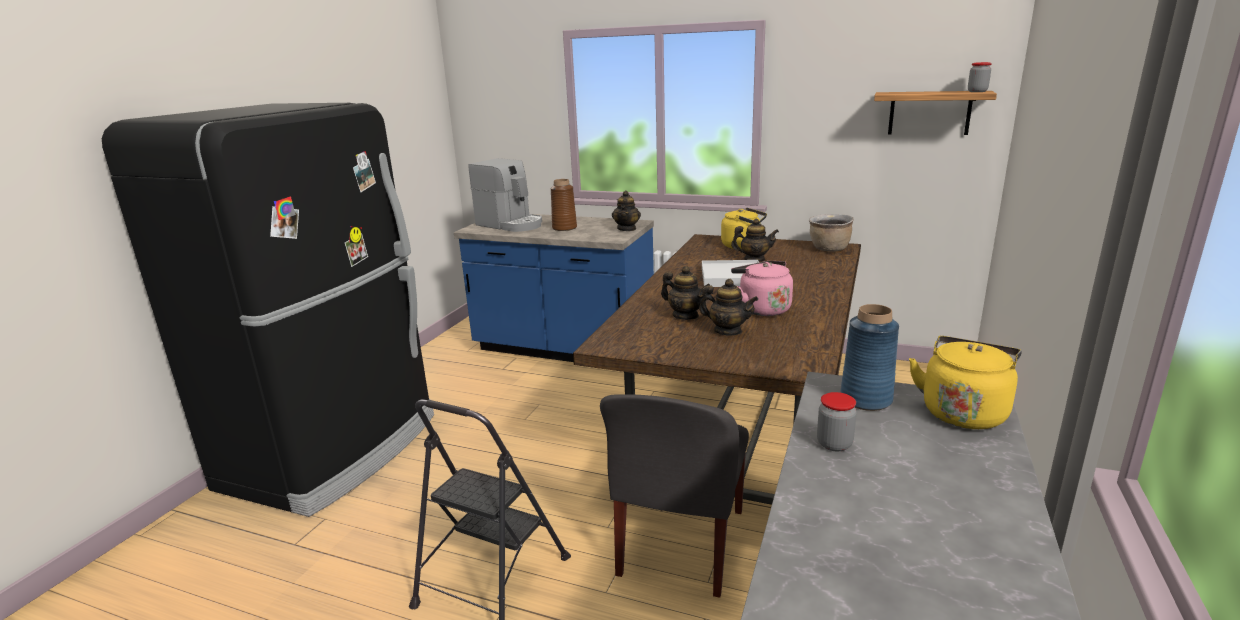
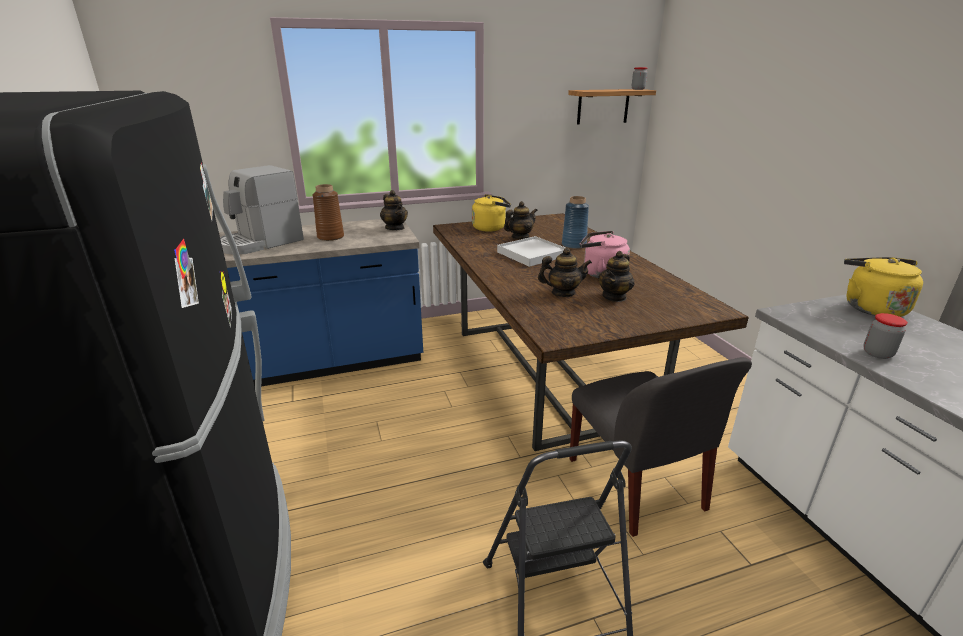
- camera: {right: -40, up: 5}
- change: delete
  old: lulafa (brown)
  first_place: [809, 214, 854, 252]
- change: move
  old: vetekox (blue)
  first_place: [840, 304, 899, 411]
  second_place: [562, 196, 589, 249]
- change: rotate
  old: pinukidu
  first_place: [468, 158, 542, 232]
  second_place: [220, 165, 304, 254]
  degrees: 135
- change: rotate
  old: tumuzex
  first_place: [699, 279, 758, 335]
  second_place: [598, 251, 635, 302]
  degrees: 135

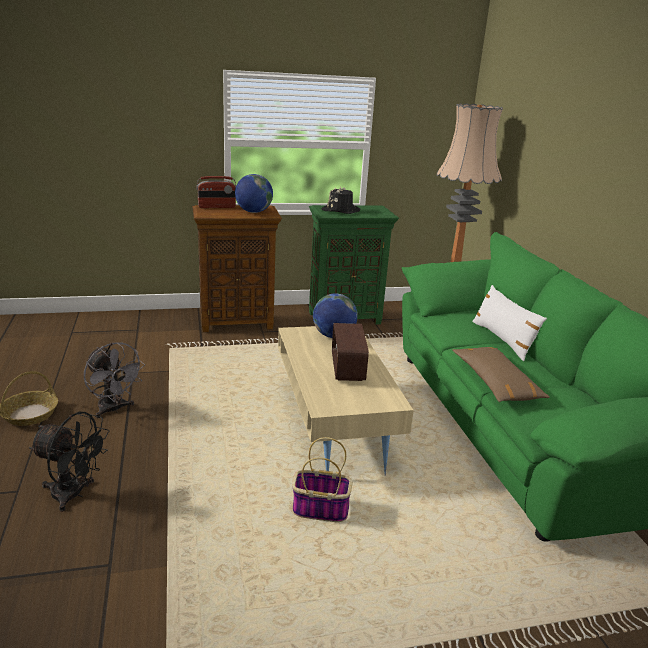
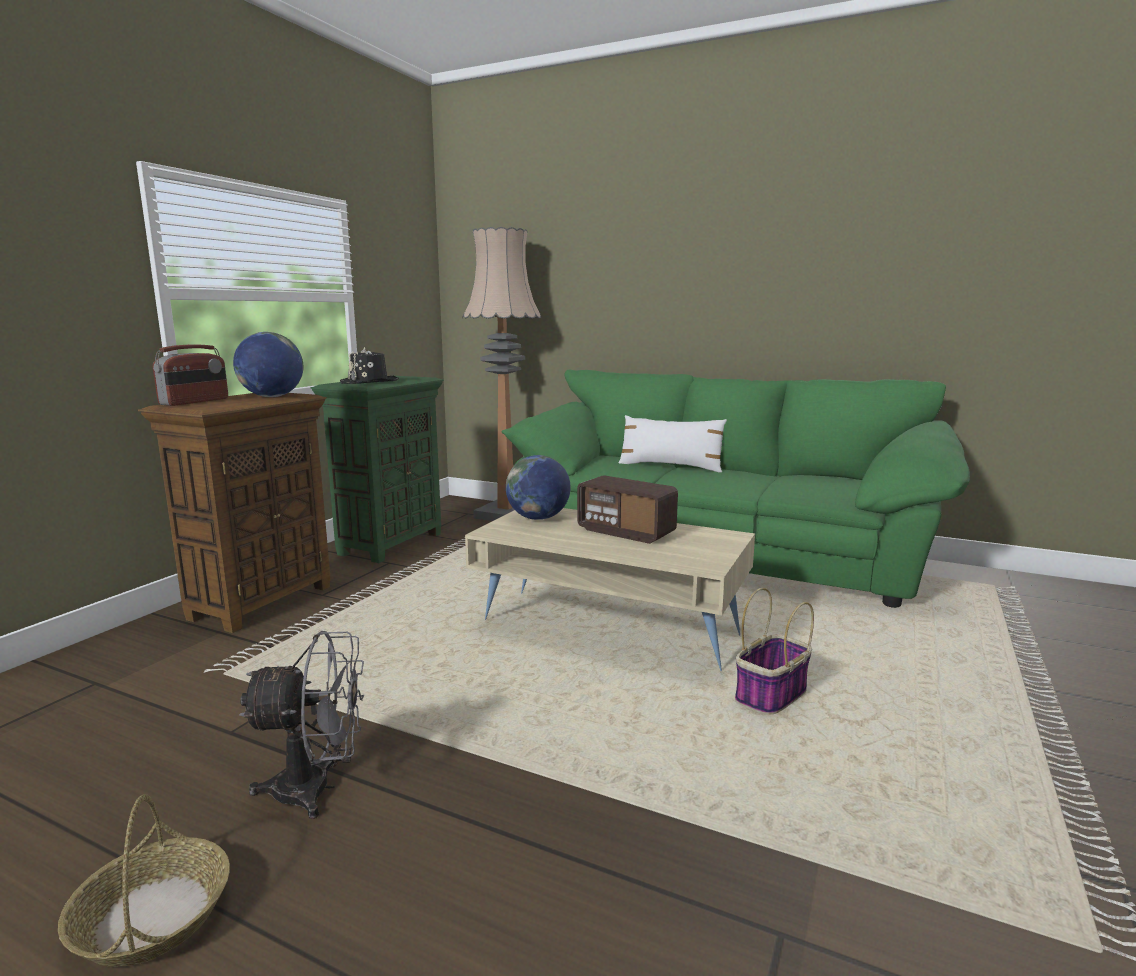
- camera: {right: -50, up: -10}
- change: delete
  old: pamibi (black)
  first_place: [29, 412, 109, 512]
- change: delete
  old: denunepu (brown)
  first_place: [452, 347, 550, 402]

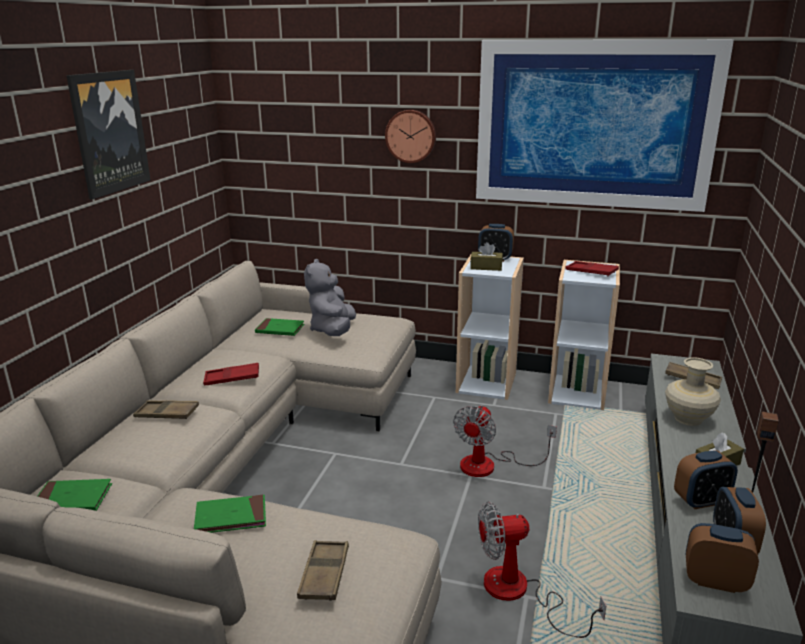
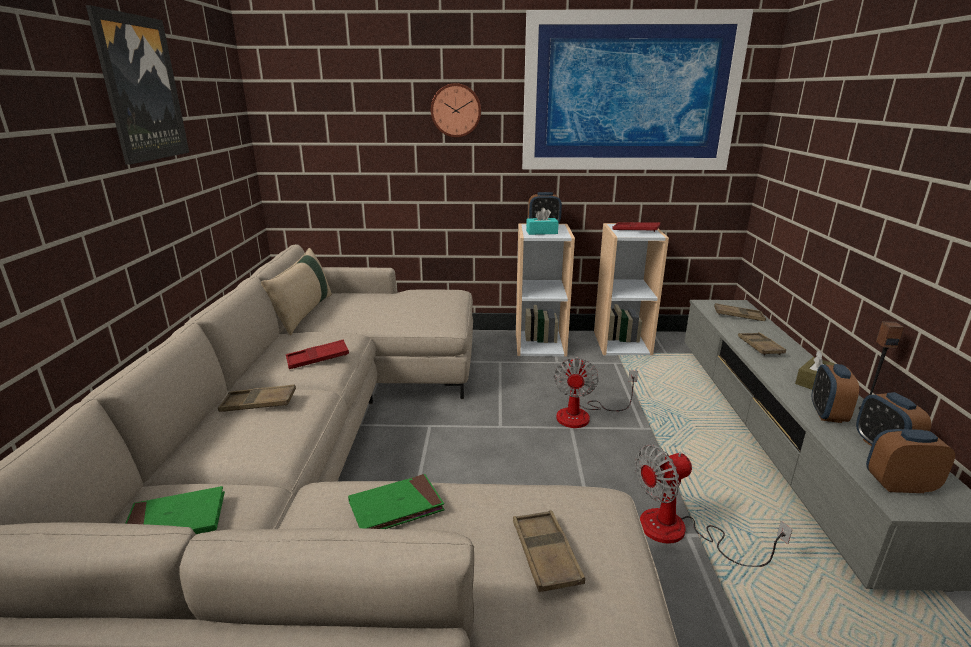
- camera: {right: -15, up: 0}
- change: delete
  old: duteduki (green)
  first_place: [255, 318, 305, 336]
- change: delete
  old: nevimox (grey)
  first_place: [304, 259, 356, 336]
- change: insert
  new: denunepu (beige)
  second_place: [261, 248, 332, 336]
- change: replace
  old: vetekox (beige)
  new: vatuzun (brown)
  first_place: [665, 357, 721, 426]
  second_place: [738, 332, 786, 355]
- change: recolor
  old: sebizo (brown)
  new: sebizo (turquoise)
  first_place: [470, 242, 503, 271]
  second_place: [526, 208, 559, 235]
- change: rotate
  old: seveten
  first_place: [674, 451, 738, 509]
  second_place: [812, 364, 859, 423]
  degrees: 135

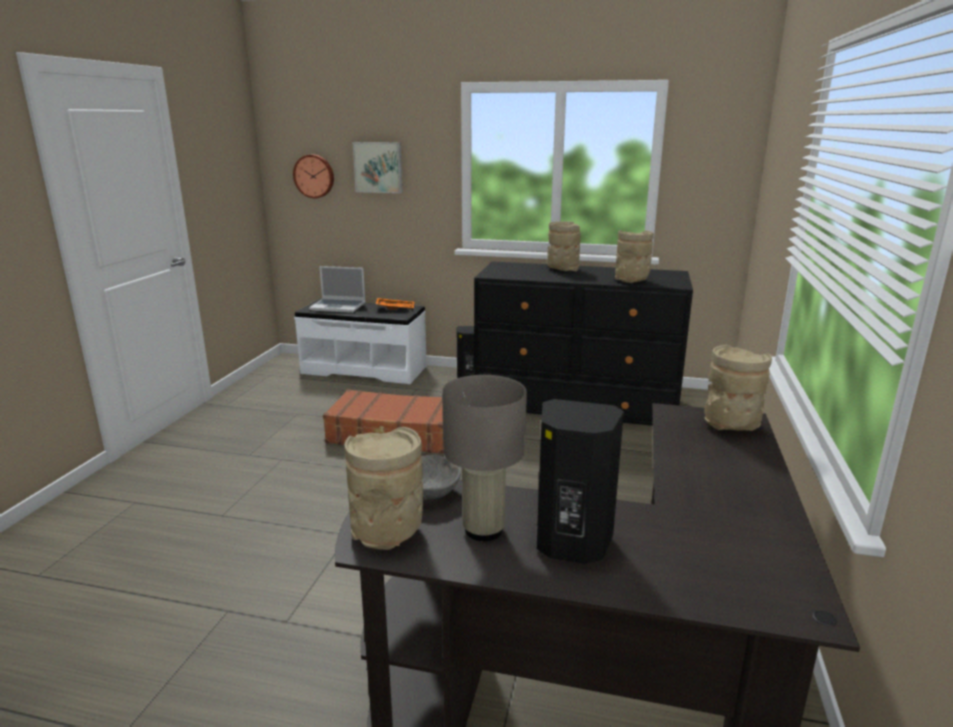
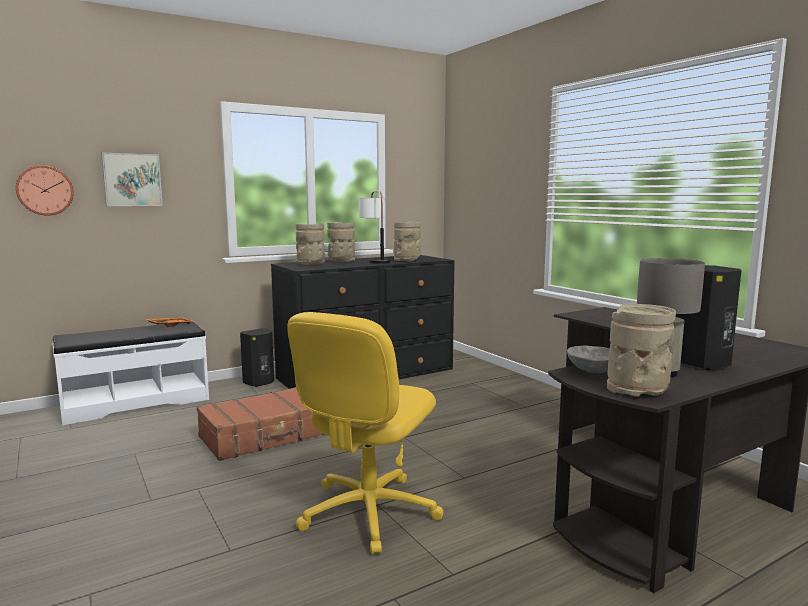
- camera: {right: -45, up: -10}
- change: delete
  old: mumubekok
  first_place: [309, 266, 366, 313]
- change: insert
  new: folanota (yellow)
  second_place: [287, 312, 443, 554]
- change: insert
  new: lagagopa
  second_place: [359, 191, 390, 264]
- change: move
  old: vetekox (beige)
  first_place: [704, 345, 772, 431]
  second_place: [295, 223, 325, 265]

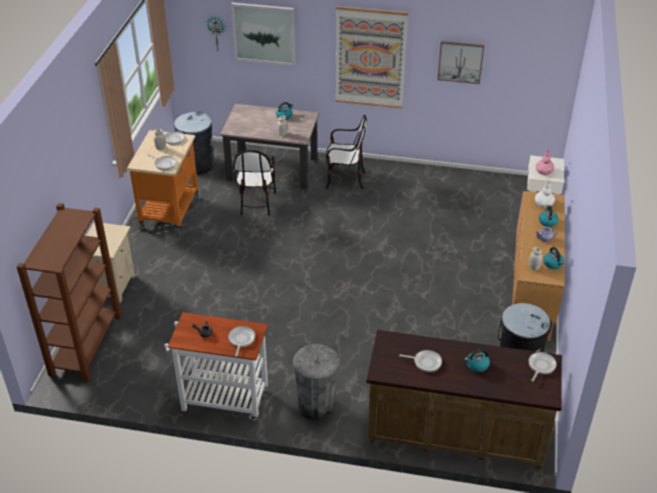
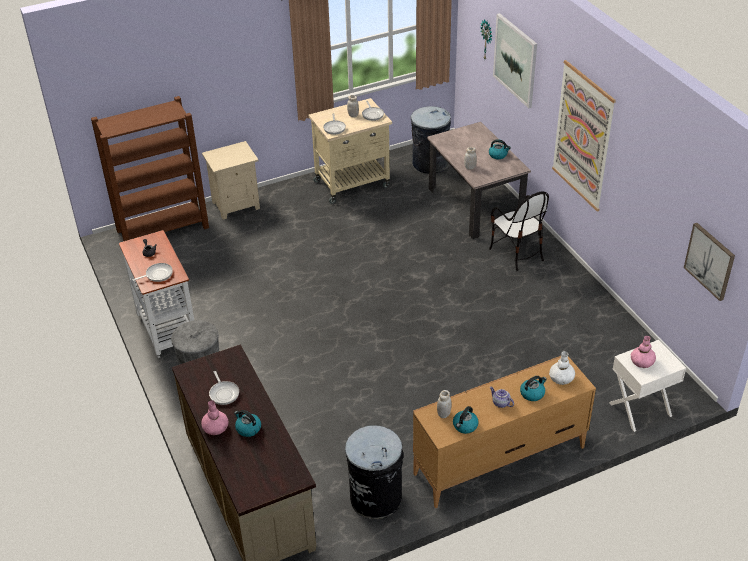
- camera: {right: 55, up: 0}
- change: delete
  old: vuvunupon
  first_place: [234, 150, 276, 216]
- change: delete
  old: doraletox
  first_place: [529, 352, 557, 381]
- change: insert
  new: vetekox (pink)
  second_place: [201, 400, 229, 435]
- change: move
  old: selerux
  first_place: [438, 41, 484, 84]
  second_place: [684, 223, 735, 301]
- change: recolor
  old: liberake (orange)
  new: liberake (beige)
  first_place: [127, 130, 199, 235]
  second_place: [309, 98, 392, 204]

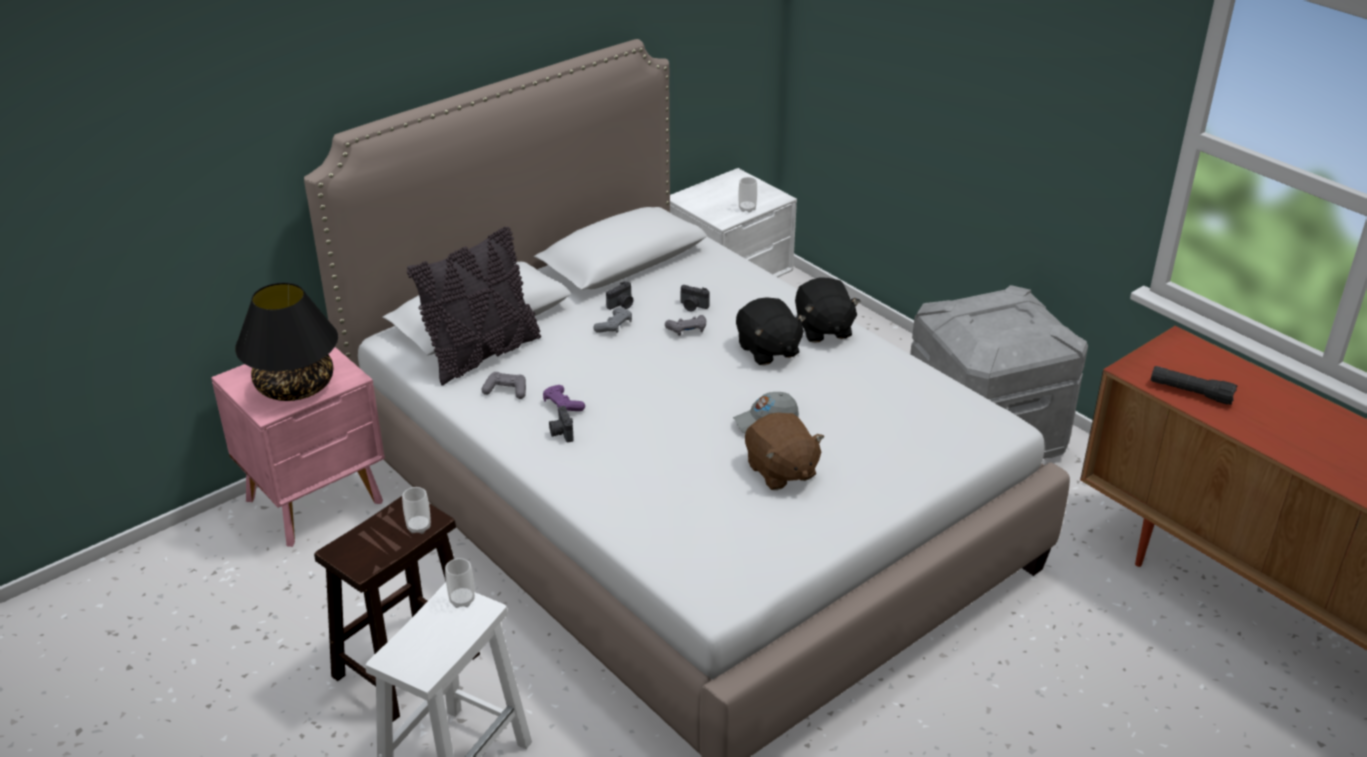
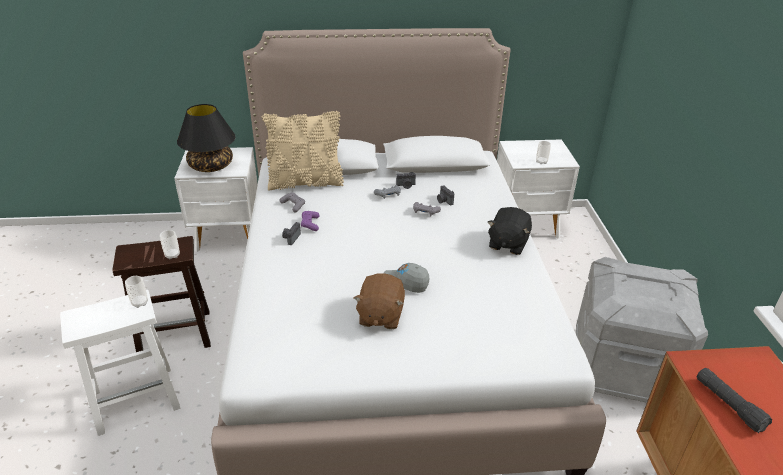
- camera: {right: 35, up: 0}
- change: delete
  old: nevimox (black)
  first_place: [736, 298, 806, 365]
- change: recolor
  old: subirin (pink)
  new: subirin (white)
  first_place: [211, 347, 385, 547]
  second_place: [174, 147, 258, 252]
- change: recolor
  old: denunepu (black)
  new: denunepu (beige)
  first_place: [407, 227, 541, 385]
  second_place: [261, 111, 344, 191]

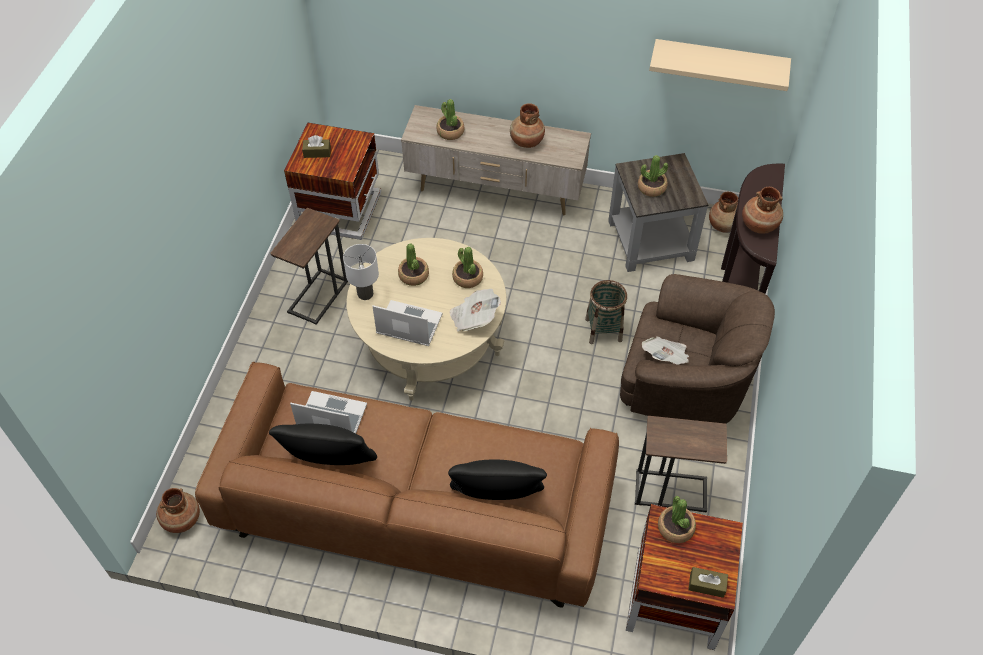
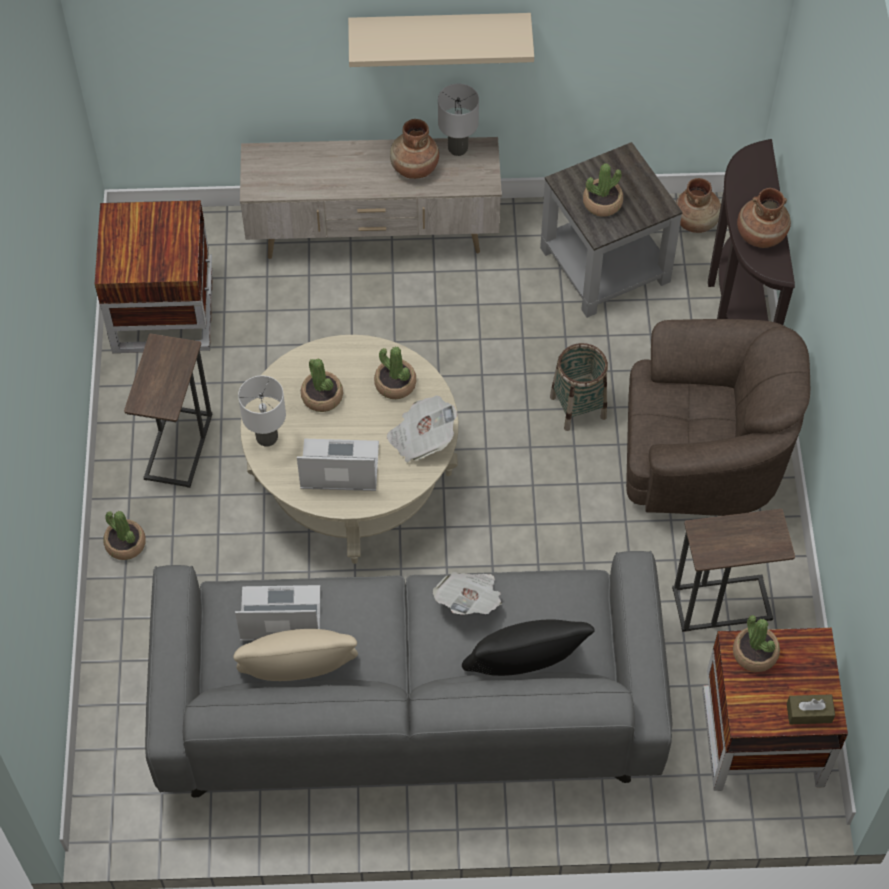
- camera: {right: -15, up: 5}
- change: delete
  old: vetekox (brown)
  first_place: [156, 488, 200, 533]
- change: delete
  old: sebizo (brown)
  first_place: [302, 135, 331, 158]
- change: insert
  new: lagagopa (white)
  second_place: [438, 84, 479, 156]
- change: move
  old: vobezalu
  first_place: [436, 99, 465, 140]
  second_place: [103, 511, 146, 560]
- change: move
  old: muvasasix
  first_place: [642, 336, 689, 365]
  second_place: [433, 572, 502, 615]
- change: move
  old: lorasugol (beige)
  first_place: [649, 39, 791, 91]
  second_place: [348, 13, 534, 67]
- change: recolor
  old: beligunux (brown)
  new: beligunux (grey)
  first_place: [195, 362, 619, 608]
  second_place: [145, 551, 672, 797]
- change: recolor
  old: denunepu (black)
  new: denunepu (beige)
  first_place: [269, 424, 377, 465]
  second_place: [233, 629, 358, 681]

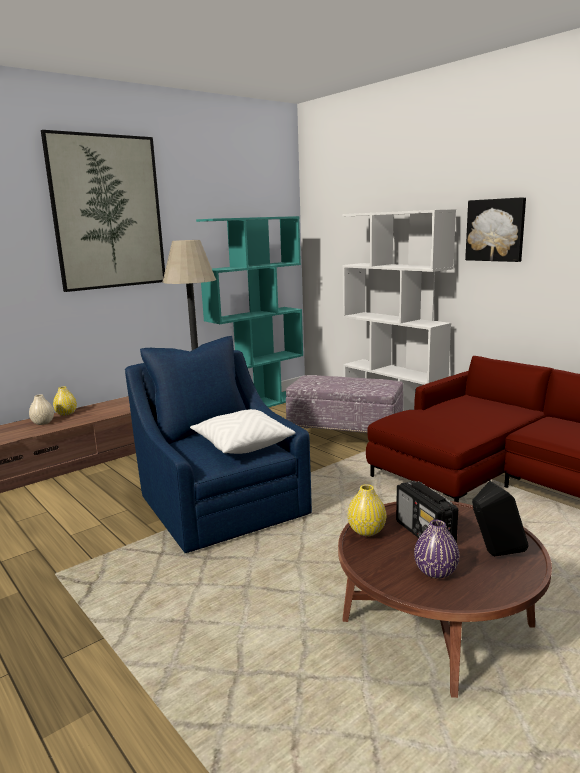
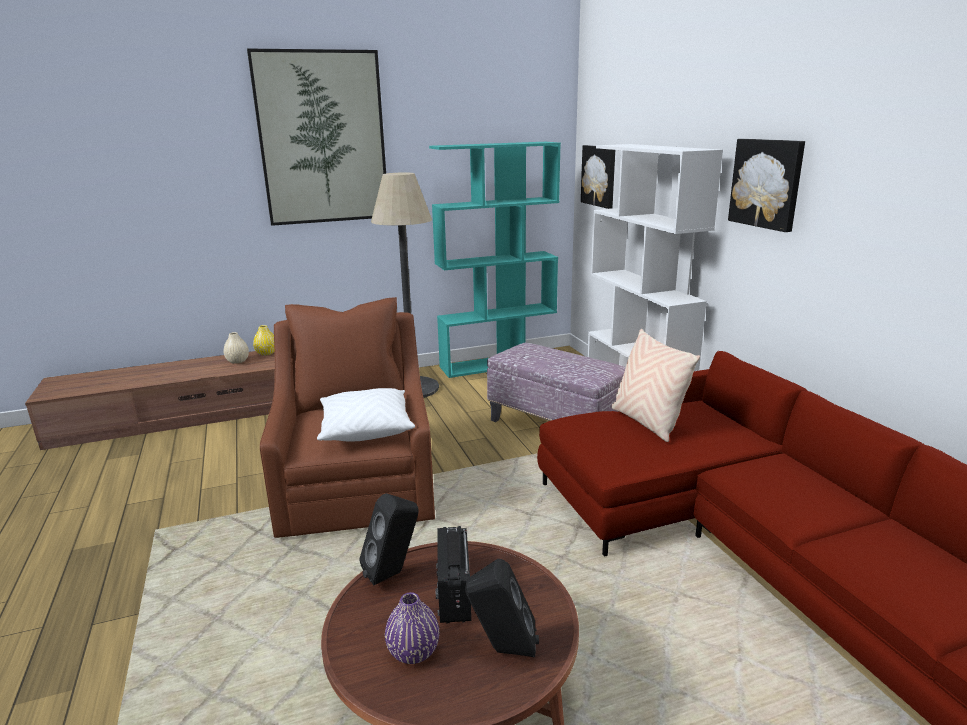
- camera: {right: 20, up: 5}
- change: insert
  new: selerux
  second_place: [581, 145, 615, 209]
- change: insert
  new: denunepu (beige)
  second_place: [611, 329, 700, 442]
- change: replace
  old: vetekox (yellow)
  new: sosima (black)
  first_place: [347, 484, 386, 536]
  second_place: [360, 493, 418, 586]
- change: recolor
  old: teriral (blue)
  new: teriral (brown)
  first_place: [124, 336, 312, 553]
  second_place: [260, 297, 435, 538]

